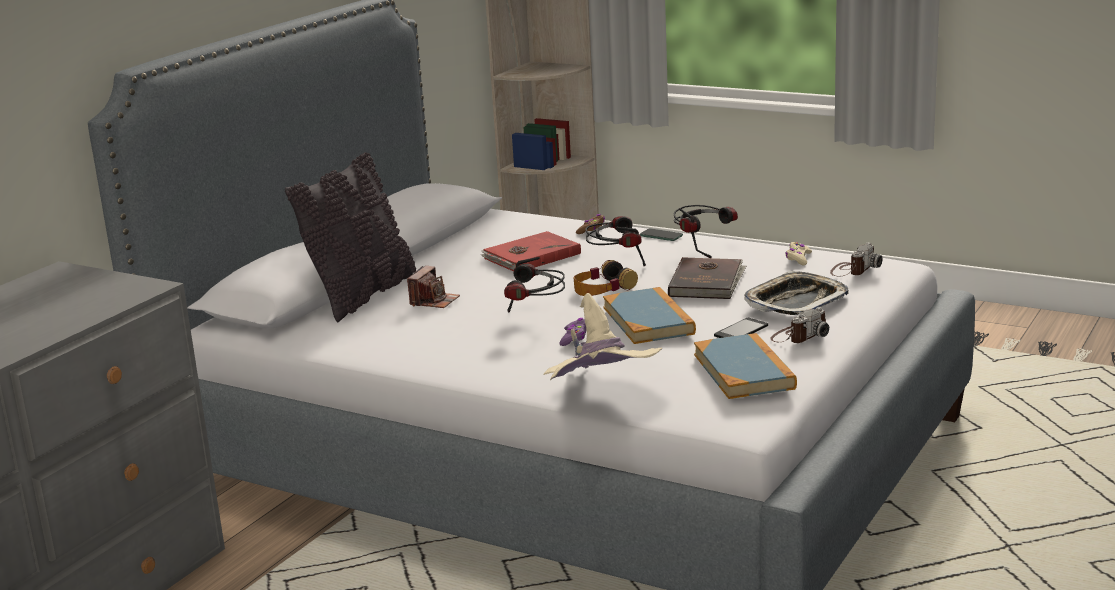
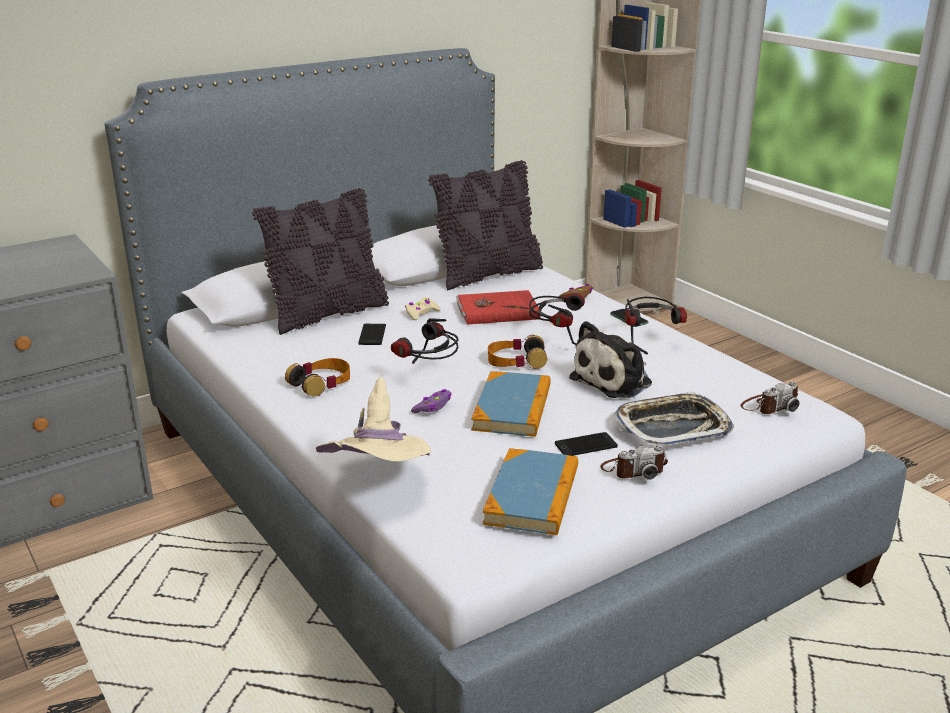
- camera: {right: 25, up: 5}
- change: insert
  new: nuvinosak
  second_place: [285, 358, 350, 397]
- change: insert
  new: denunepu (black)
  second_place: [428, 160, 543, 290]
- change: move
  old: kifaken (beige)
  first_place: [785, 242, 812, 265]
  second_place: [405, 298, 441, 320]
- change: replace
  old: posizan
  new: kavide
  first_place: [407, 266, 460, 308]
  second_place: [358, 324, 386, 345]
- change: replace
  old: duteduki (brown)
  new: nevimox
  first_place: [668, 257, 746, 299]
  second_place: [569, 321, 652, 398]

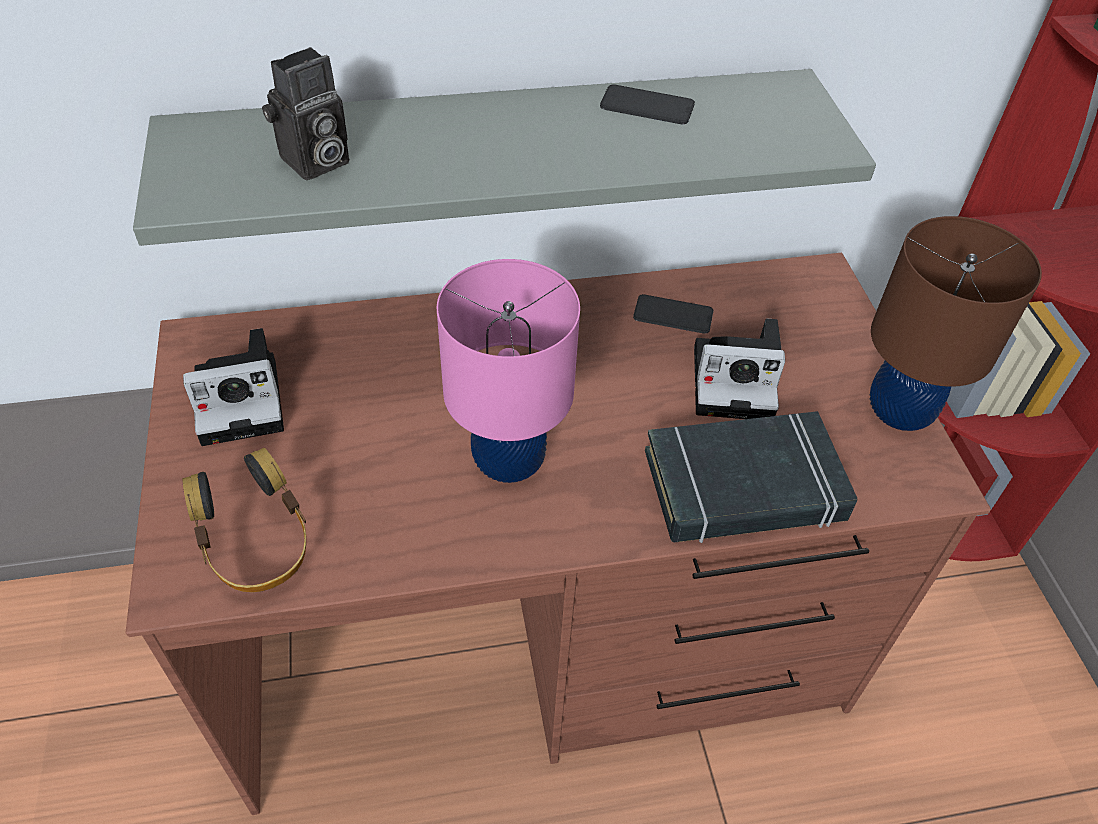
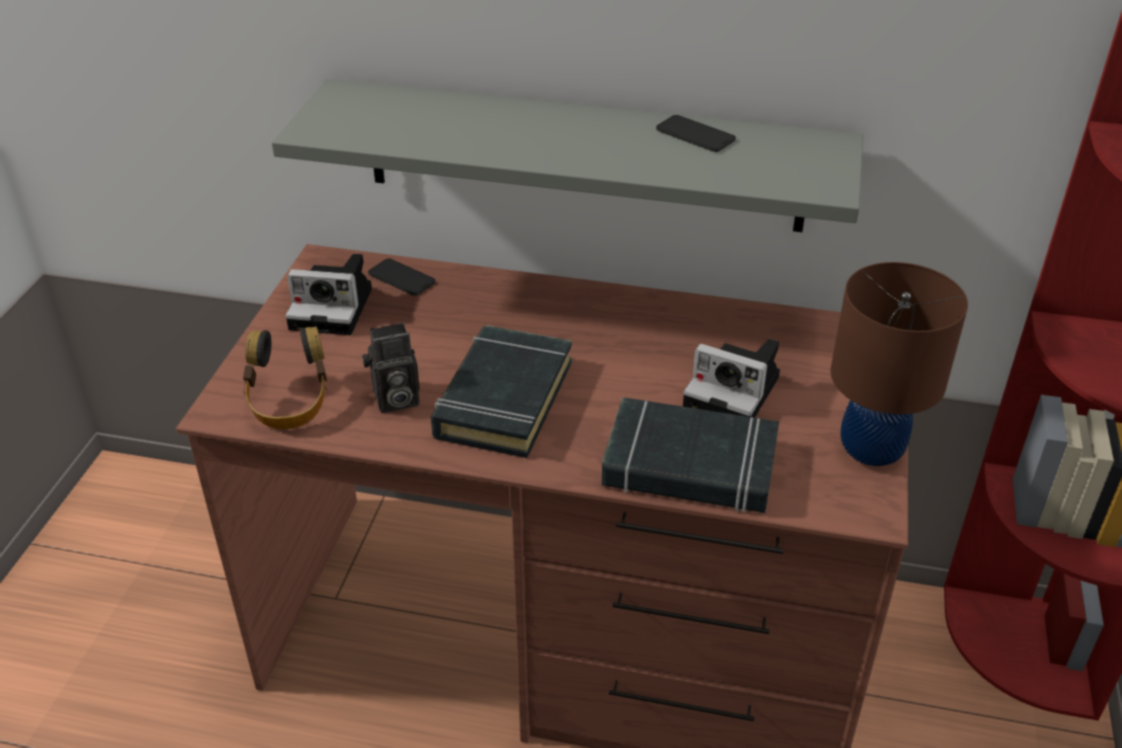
- camera: {right: 25, up: -10}
- change: move
  old: posizan
  first_place: [262, 47, 349, 180]
  second_place: [362, 322, 420, 413]
- change: move
  old: kavide
  first_place: [633, 294, 714, 334]
  second_place: [368, 259, 435, 296]
- change: replace
  old: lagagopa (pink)
  new: duteduki (black)
  first_place: [437, 259, 580, 483]
  second_place: [431, 325, 572, 458]

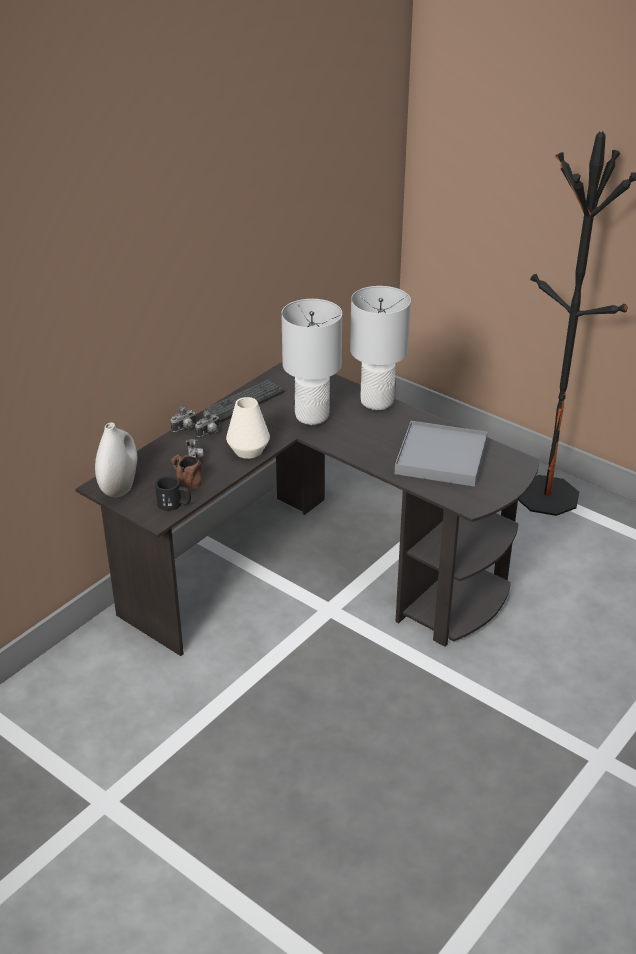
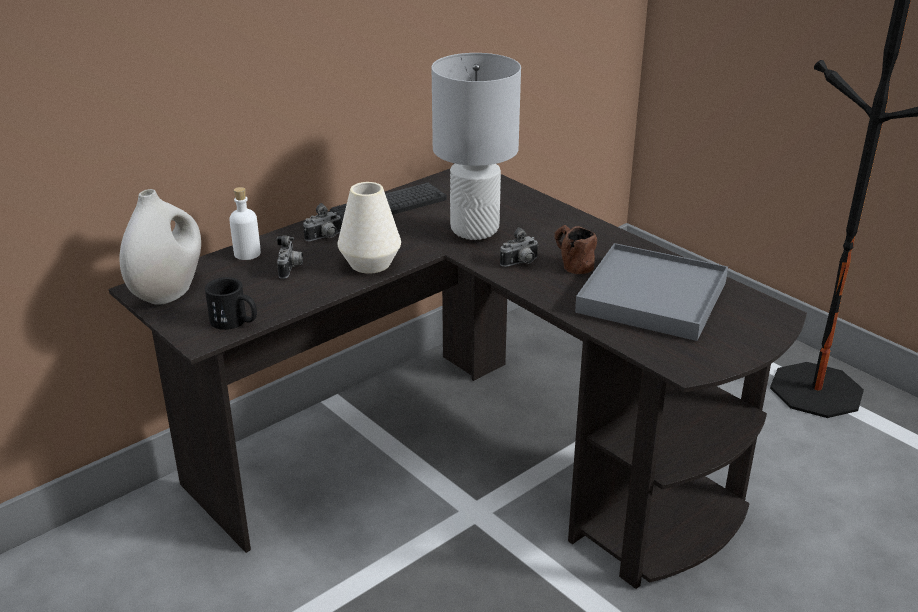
- camera: {right: 10, up: -5}
- change: delete
  old: lagagopa (grey)
  first_place: [350, 286, 411, 410]
- change: insert
  new: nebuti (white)
  second_place: [229, 187, 261, 260]
- change: move
  old: posizan
  first_place: [171, 405, 196, 432]
  second_place: [500, 227, 539, 267]
- change: move
  old: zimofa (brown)
  first_place: [172, 454, 201, 490]
  second_place: [555, 224, 597, 274]

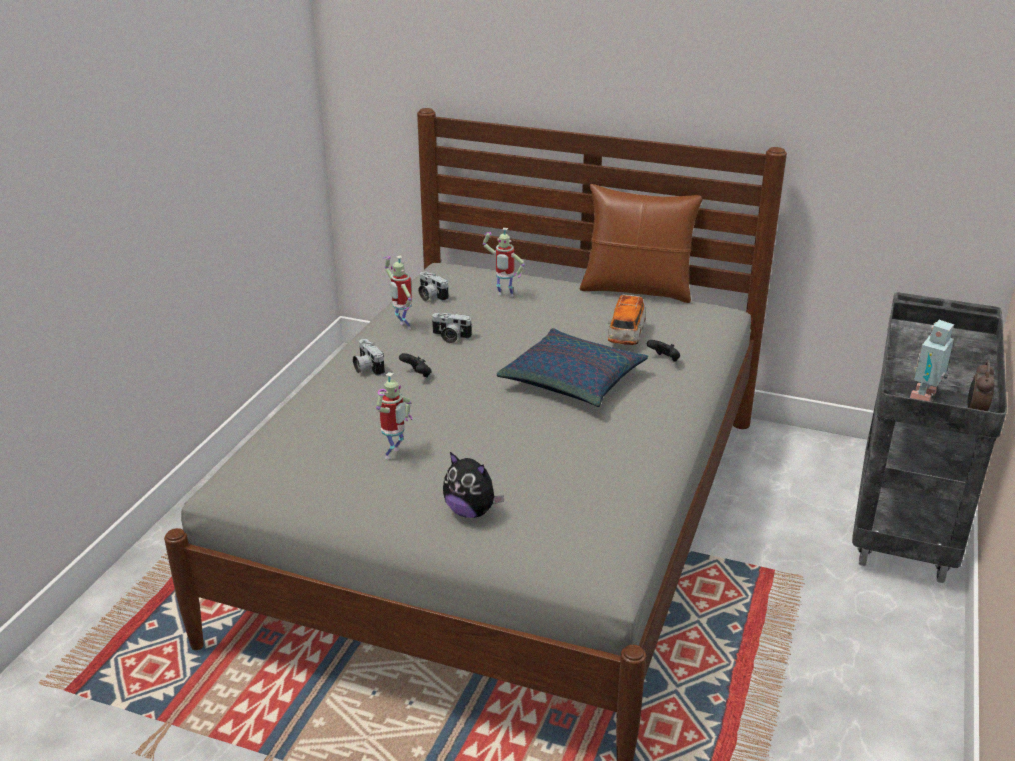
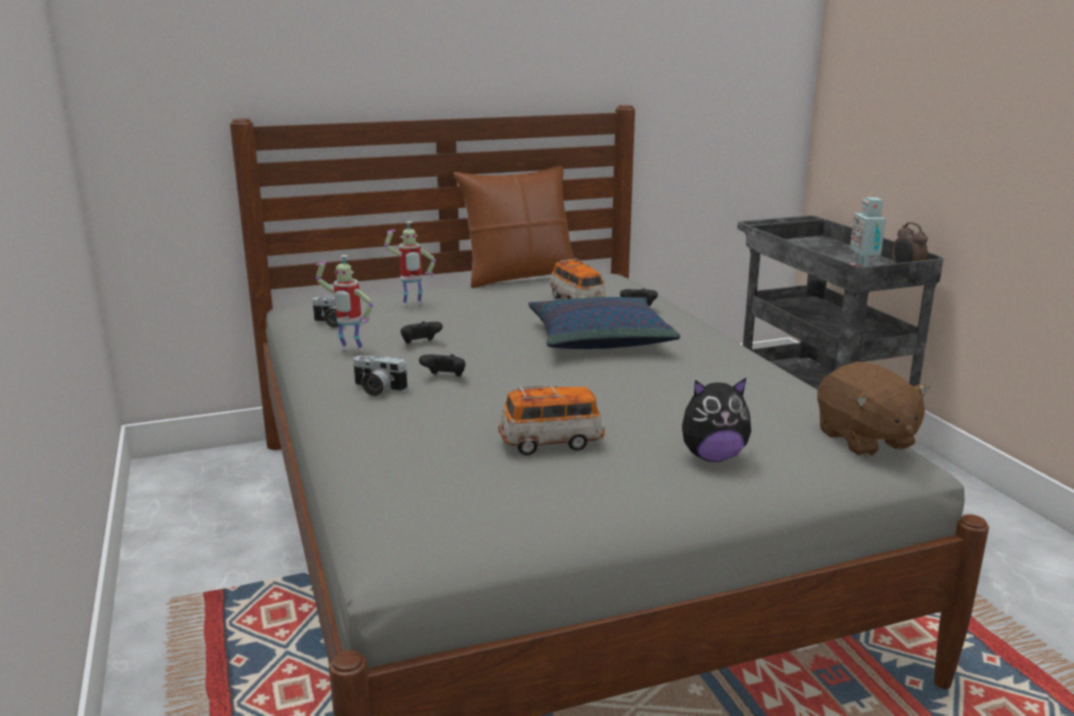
- camera: {right: -40, up: -10}
- change: insert
  new: nevimox (brown)
  second_place: [817, 362, 930, 457]
- change: replace
  old: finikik
  new: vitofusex
  first_place: [376, 372, 412, 459]
  second_place: [498, 385, 605, 455]
- change: replace
  old: posizan
  new: kifaken (black)
  first_place: [431, 313, 473, 343]
  second_place: [401, 322, 443, 344]

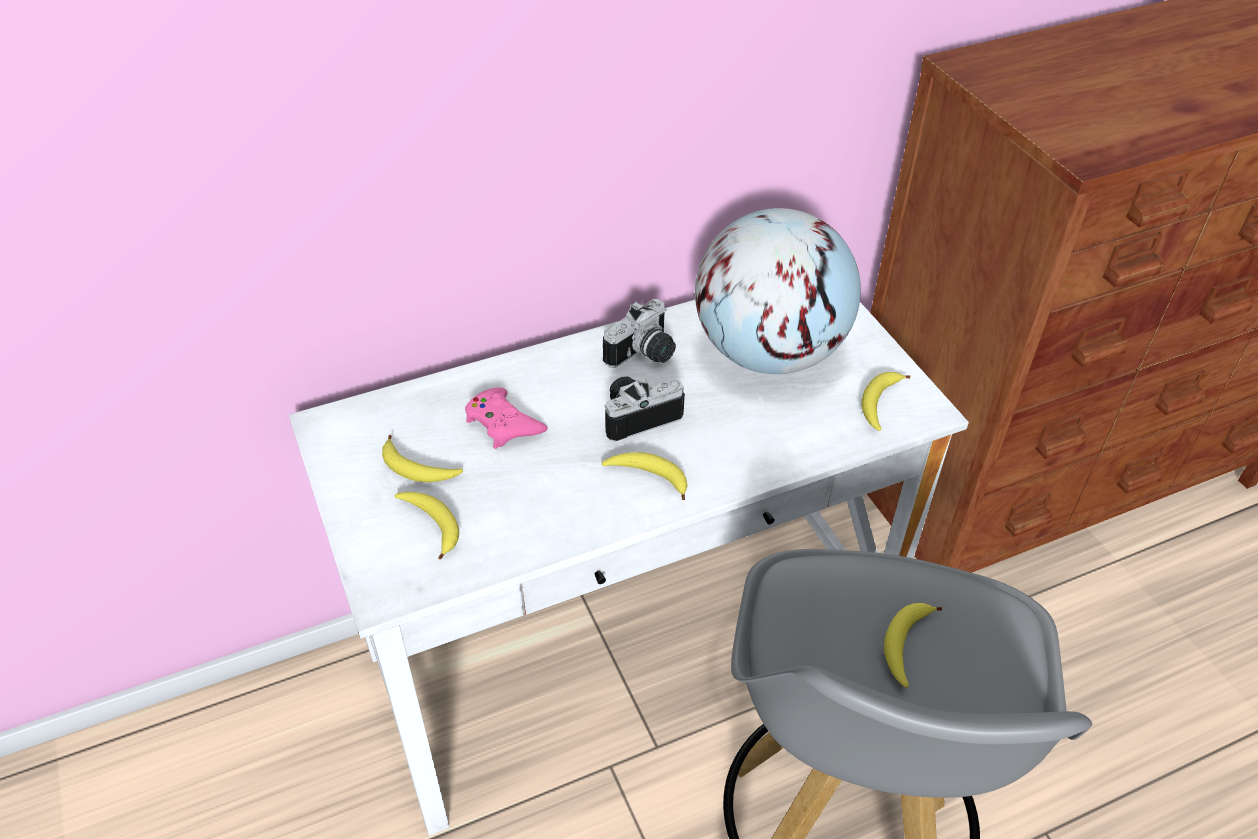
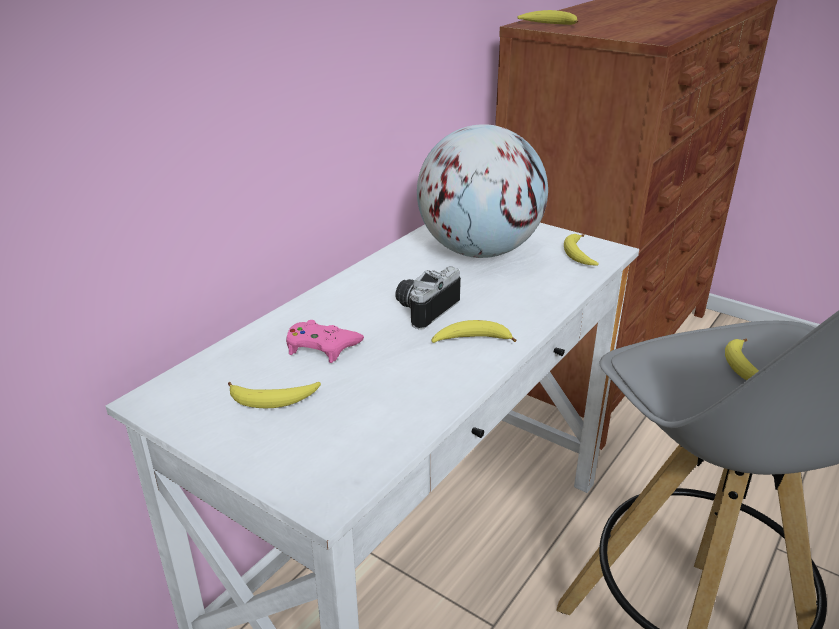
- camera: {right: -30, up: -15}
- change: delete
  old: posizan
  first_place: [603, 299, 676, 368]
- change: move
  old: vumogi
  first_place: [395, 492, 459, 560]
  second_place: [517, 10, 578, 25]

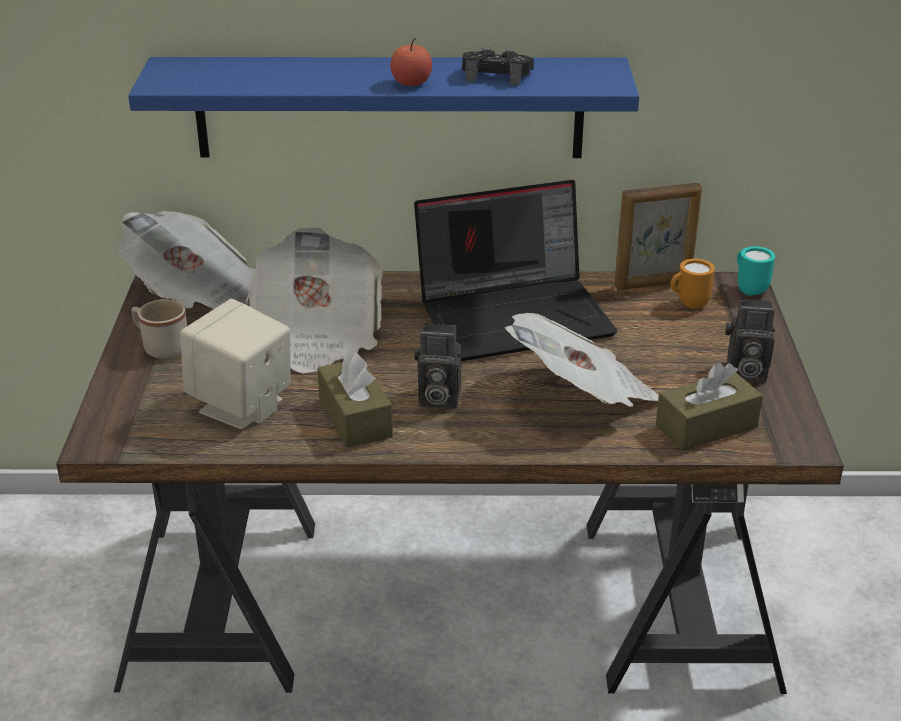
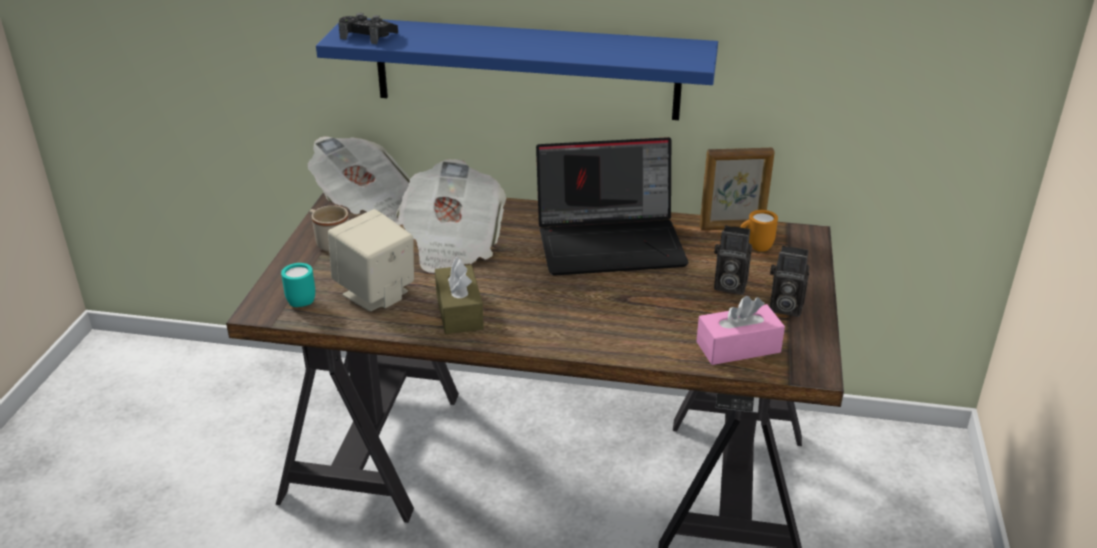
- camera: {right: 10, up: 0}
- change: delete
  old: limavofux
  first_place: [391, 38, 432, 86]
- change: delete
  old: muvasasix
  first_place: [505, 313, 659, 407]
- change: move
  old: posizan
  first_place: [414, 323, 461, 409]
  second_place: [714, 225, 752, 295]
- change: move
  old: kifaken (black)
  first_place: [462, 46, 534, 85]
  second_place: [338, 13, 398, 44]
- change: move
  old: zimofa (turquoise)
  first_place: [737, 246, 775, 296]
  second_place: [281, 263, 315, 307]
- change: recolor
  old: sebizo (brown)
  new: sebizo (pink)
  first_place: [656, 363, 763, 451]
  second_place: [696, 296, 785, 365]

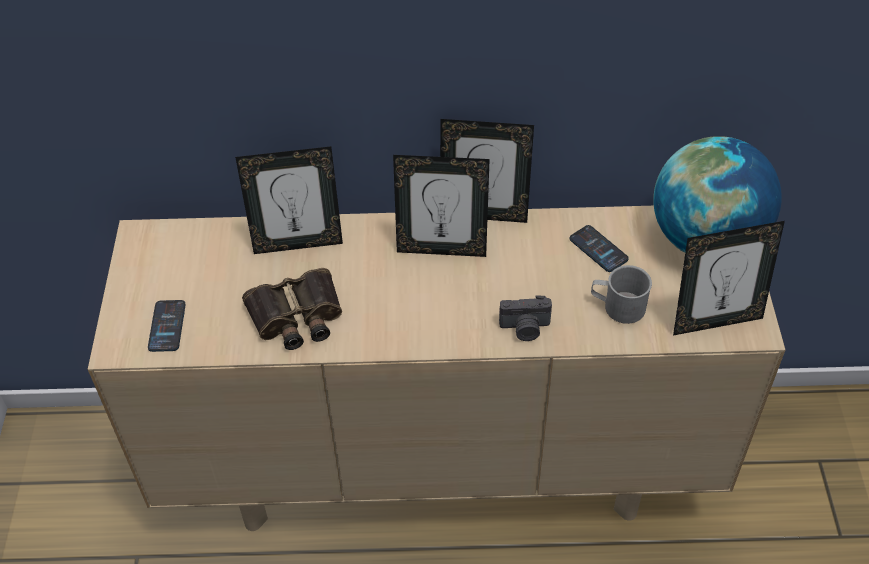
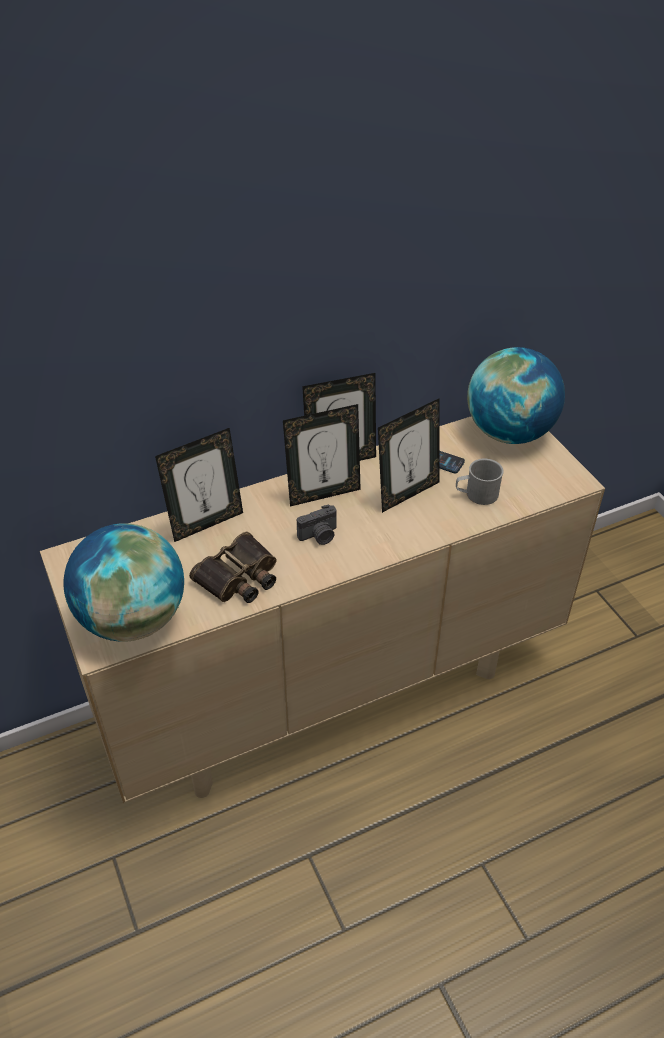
- camera: {right: -25, up: -5}
- change: move
  old: posizan
  first_place: [499, 296, 552, 341]
  second_place: [297, 504, 337, 545]
- change: move
  old: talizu
  first_place: [673, 221, 785, 335]
  second_place: [378, 398, 440, 513]
- change: replace
  old: kavide
  new: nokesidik
  first_place: [148, 300, 186, 352]
  second_place: [64, 523, 184, 642]

